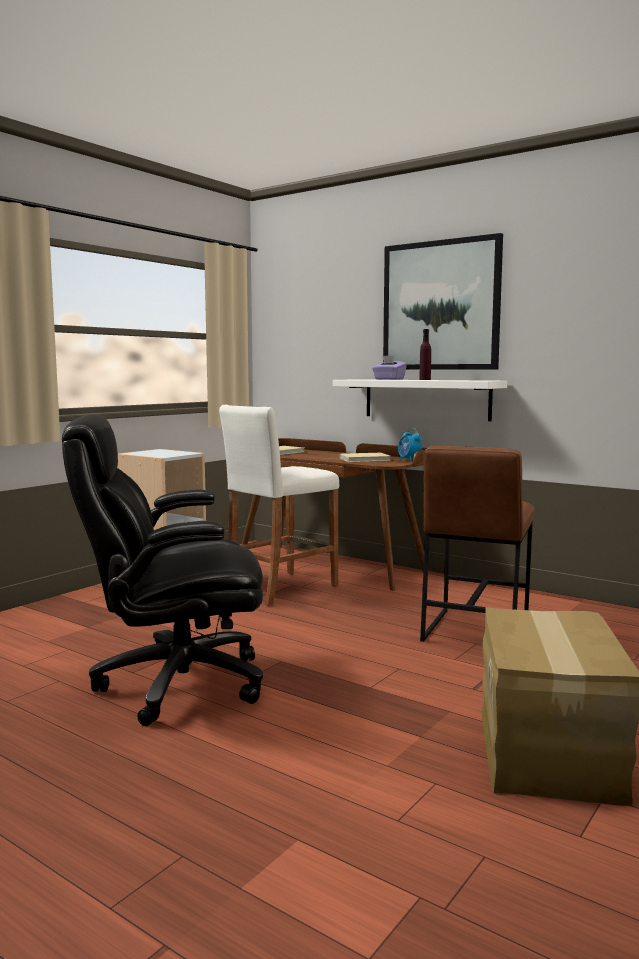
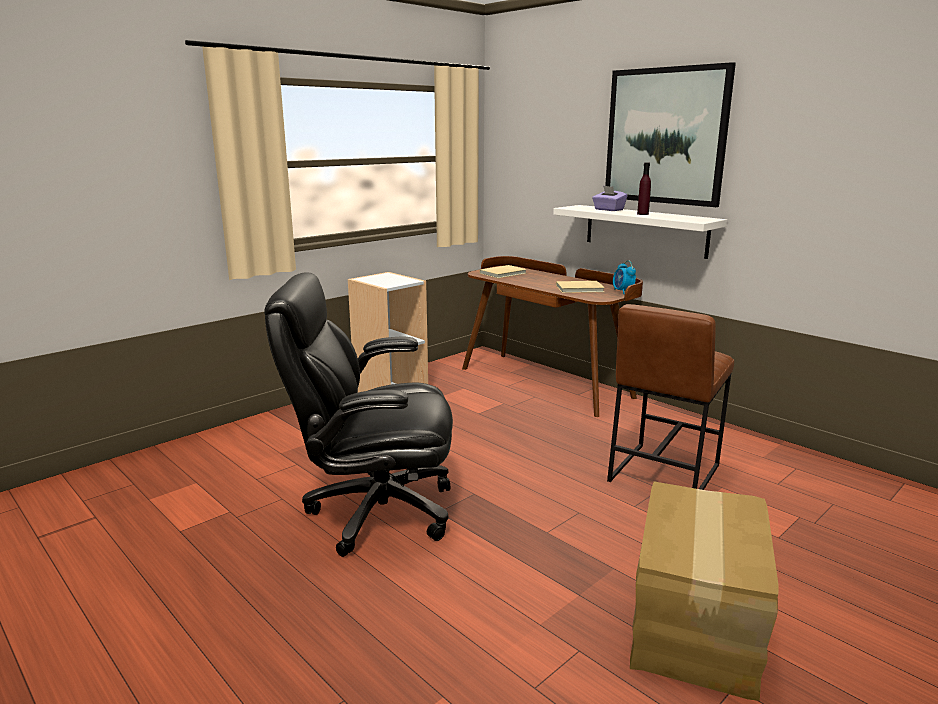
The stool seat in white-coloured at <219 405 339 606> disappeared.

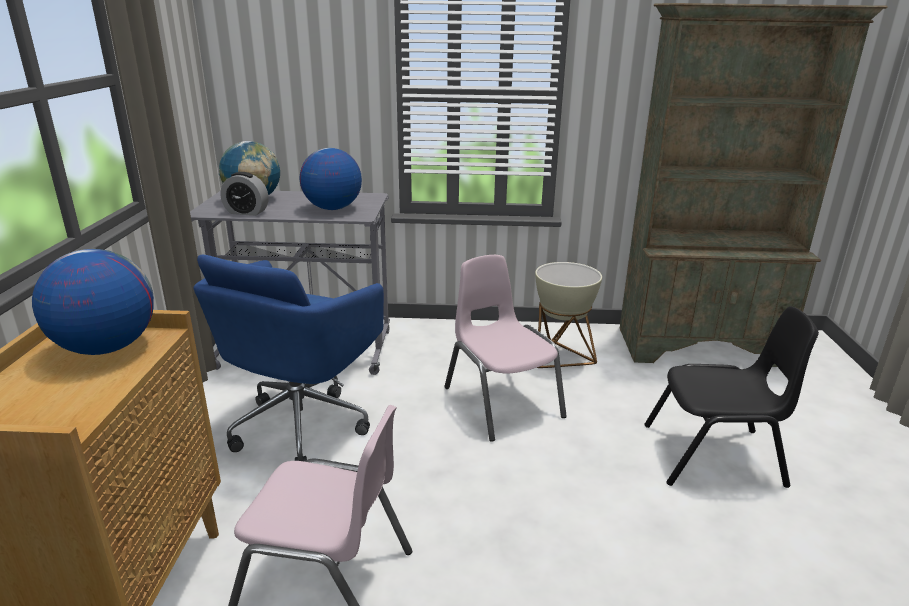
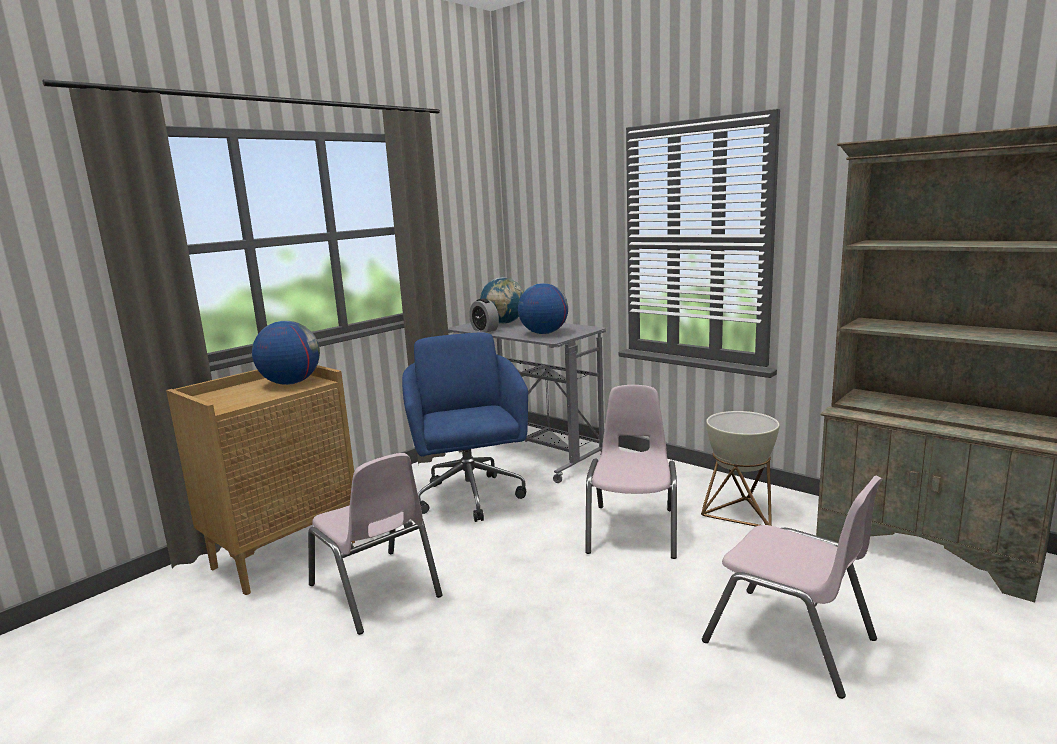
The office chair in bluish at <194 255 384 461> turned 105 degrees clockwise.
The upright chair in blackish at <644 306 819 488> became the upright chair in pink at <702 475 882 699>.

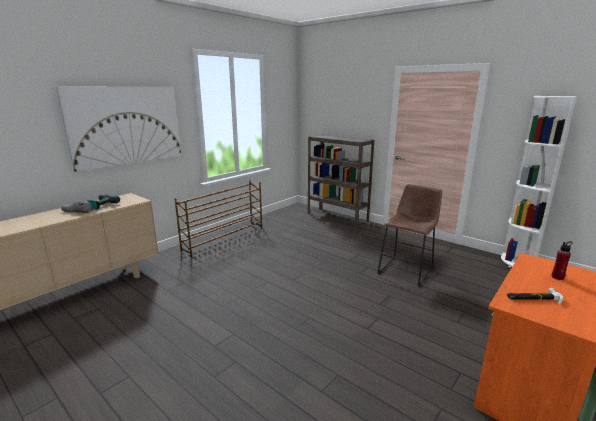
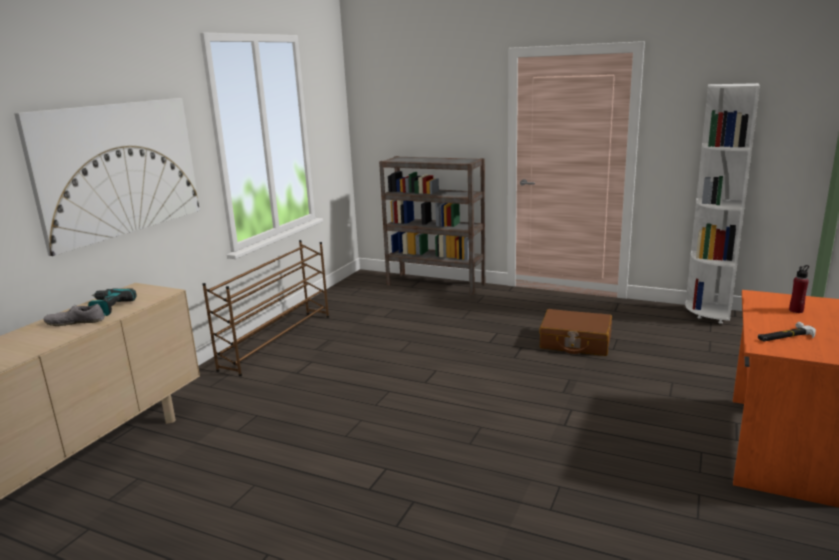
The stool seat in brown-coloured at <378 184 442 287> was replaced by the piece of luggage in brown-coloured at <539 309 612 356>.

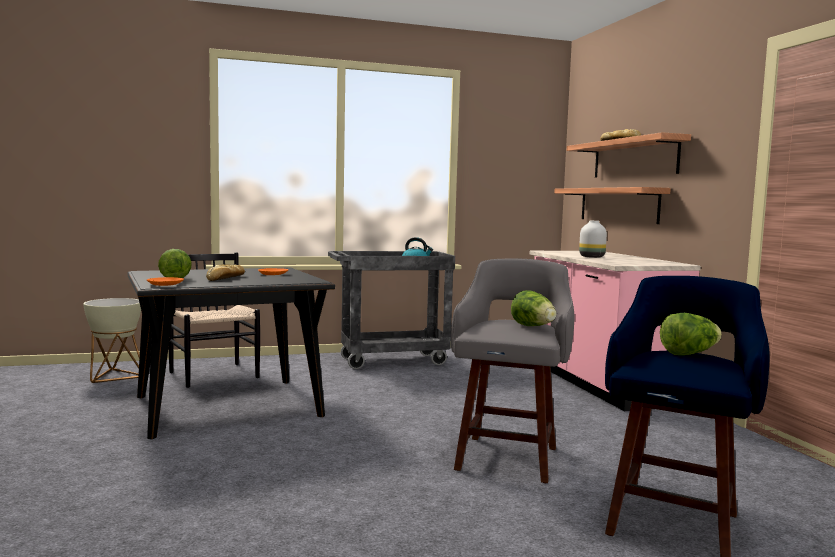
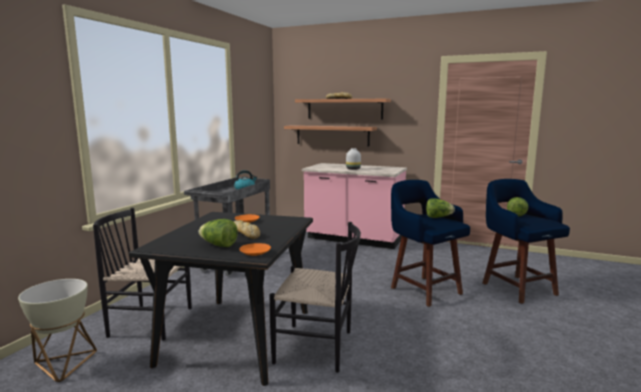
The stool seat in grey at <451 258 574 483> became the stool seat in bluish at <391 180 470 307>.
The upright chair in blackish at <270 222 361 373> appeared.

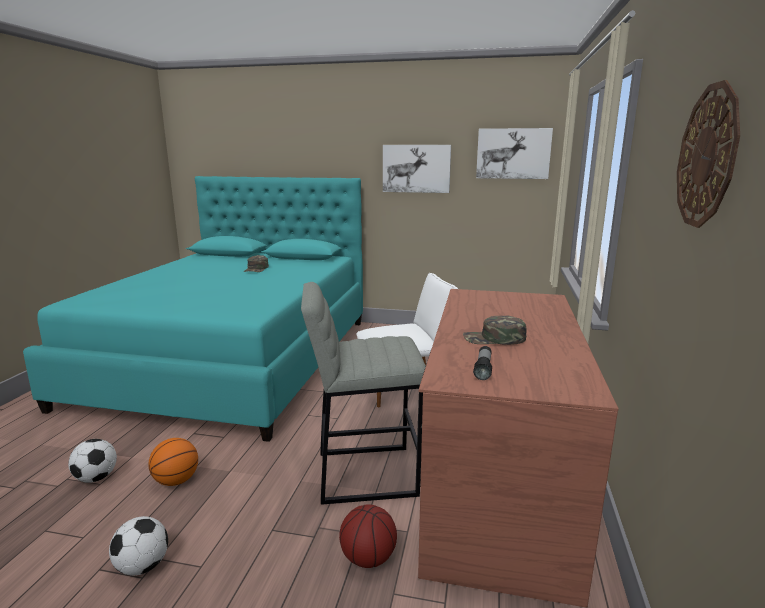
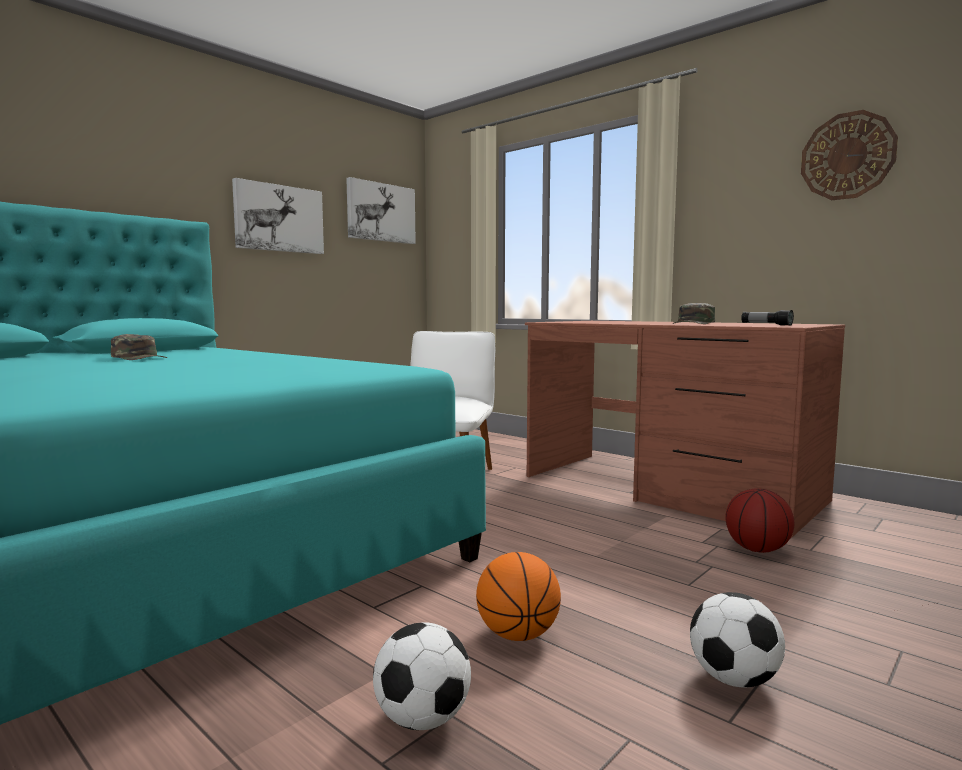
The stool seat in grey at <301 282 426 505> disappeared.

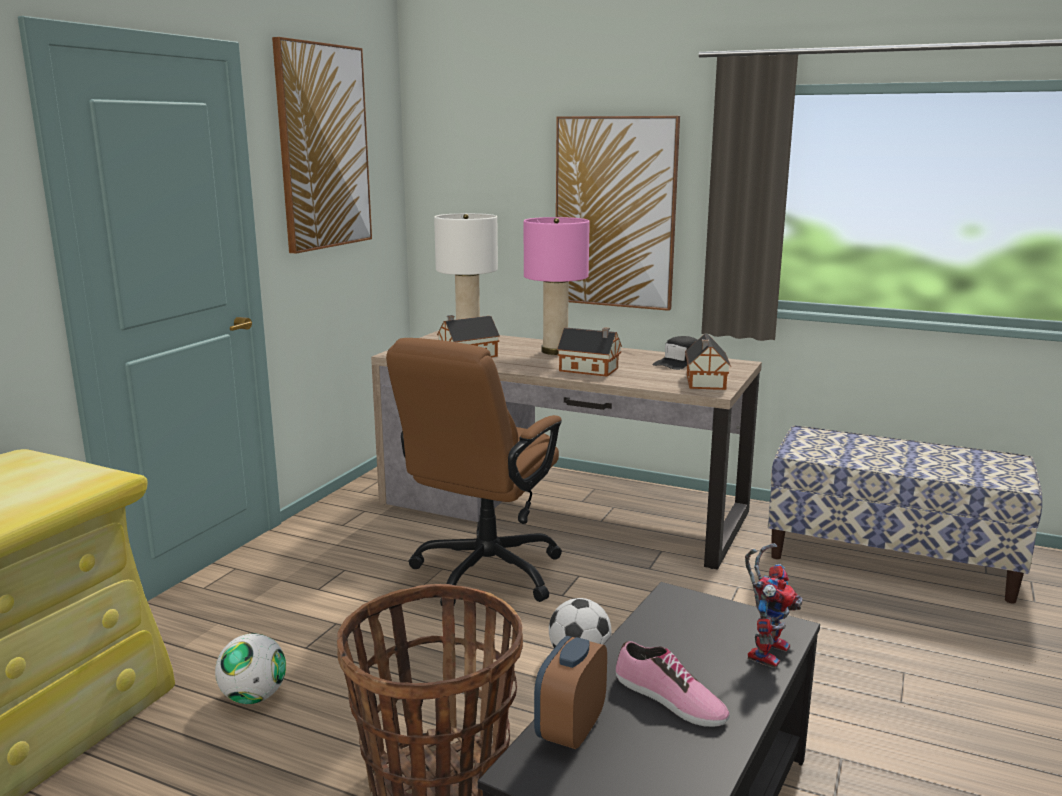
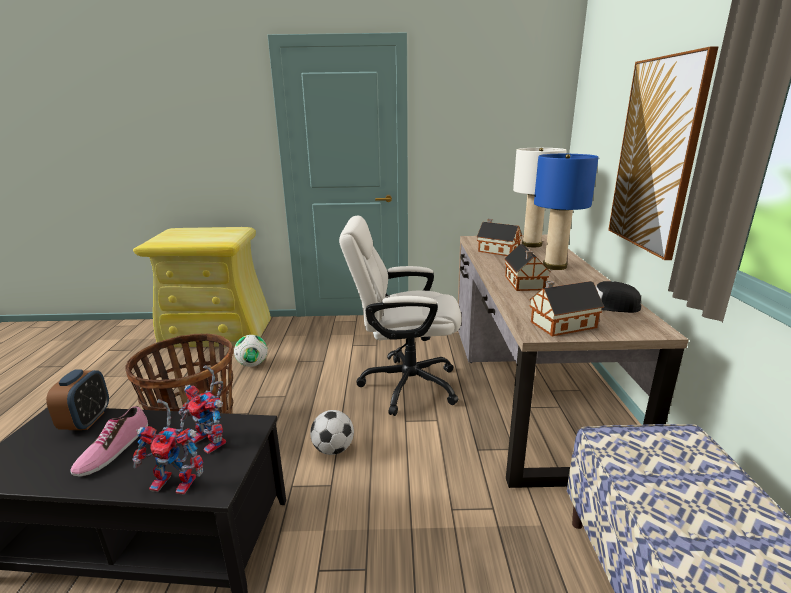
The picture at <272 37 372 254> disappeared.
The office chair in brown-coloured at <386 338 562 606> became the office chair in white-coloured at <339 216 462 416>.
The table lamp in pink at <524 217 590 355> became the table lamp in bluish at <534 154 599 270>.
The table clock at <534 636 607 749> turned 90 degrees clockwise.
The model robot at <179 365 226 454> appeared.

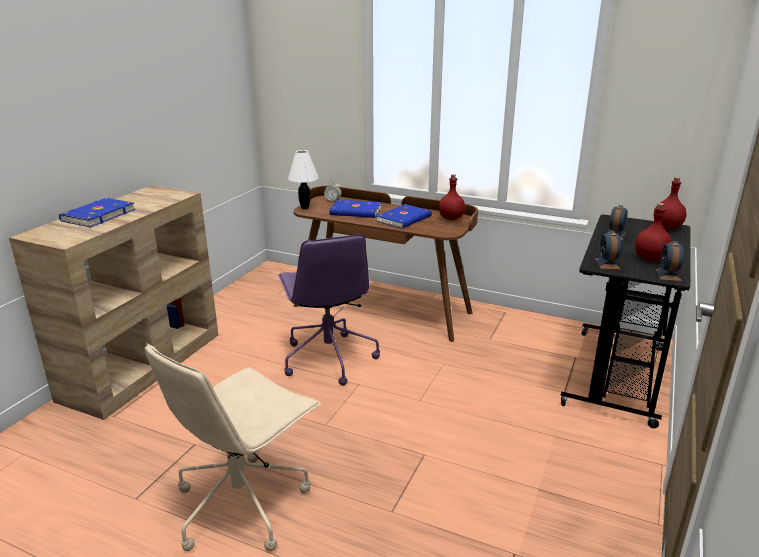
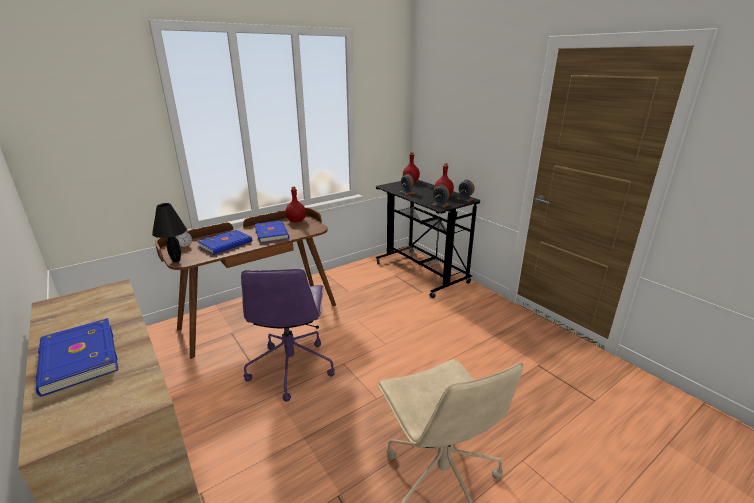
The office chair in purple-coloured at <278 234 380 385> turned 75 degrees clockwise.
The table lamp in white-coloured at <288 150 319 209> became the table lamp in blackish at <152 203 187 262>.

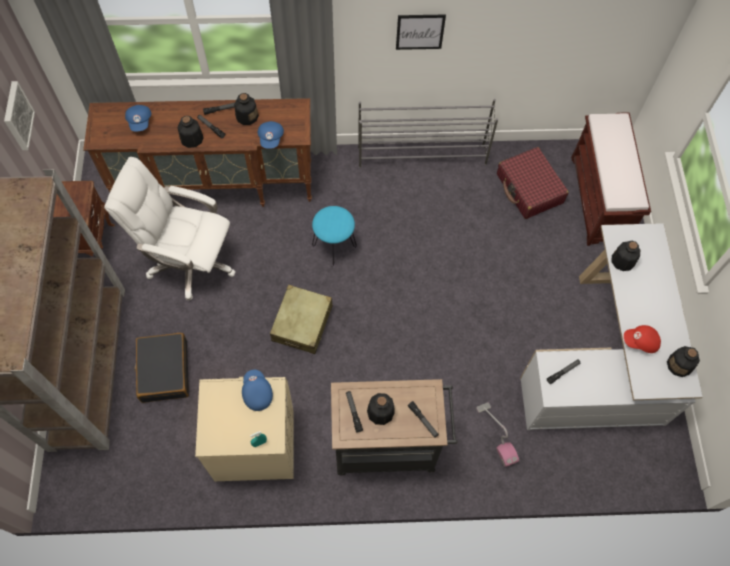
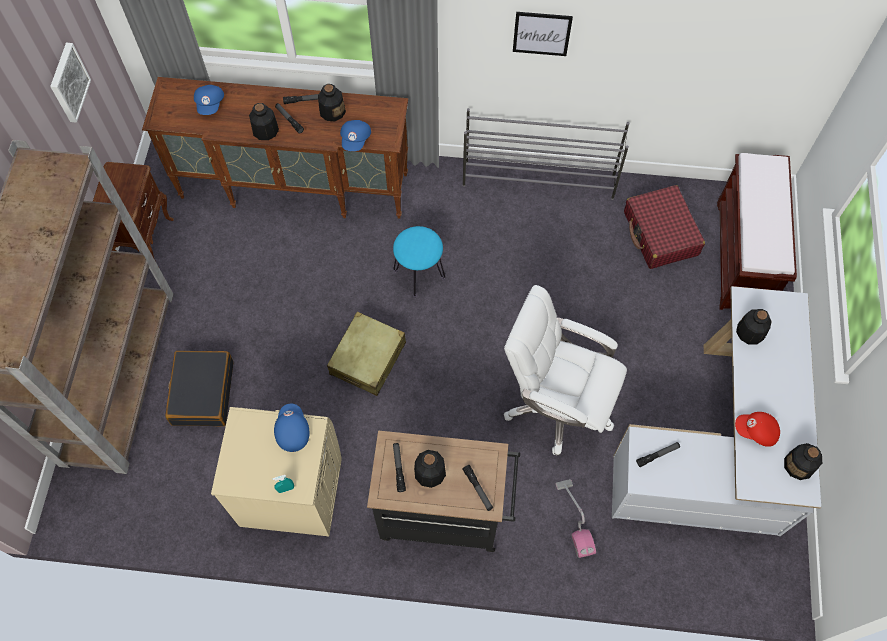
The office chair in white-coloured moved from <104 157 236 300> to <504 285 627 456>.

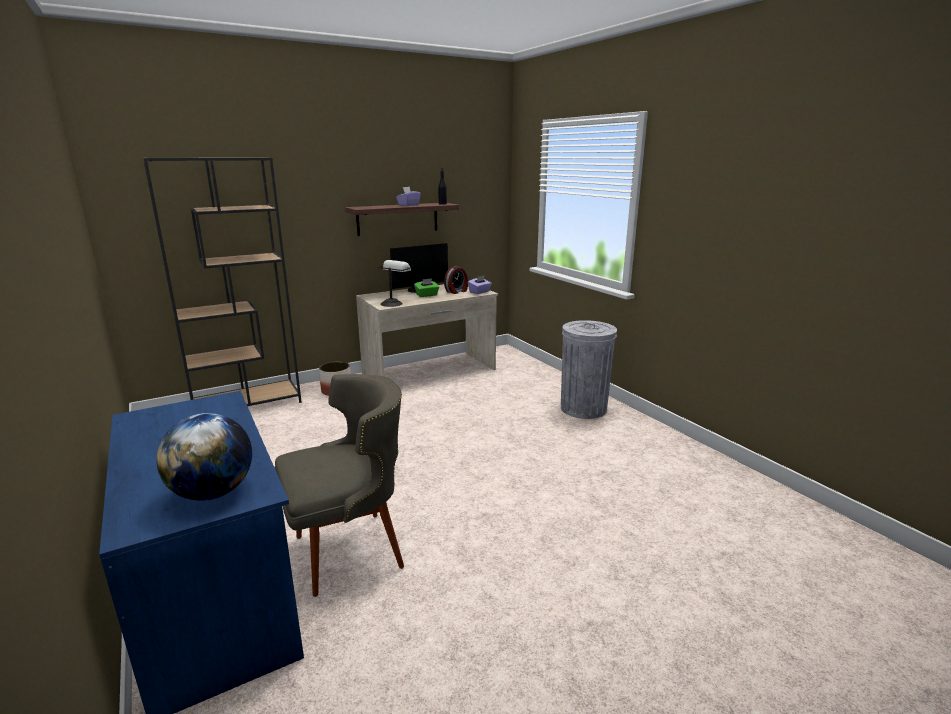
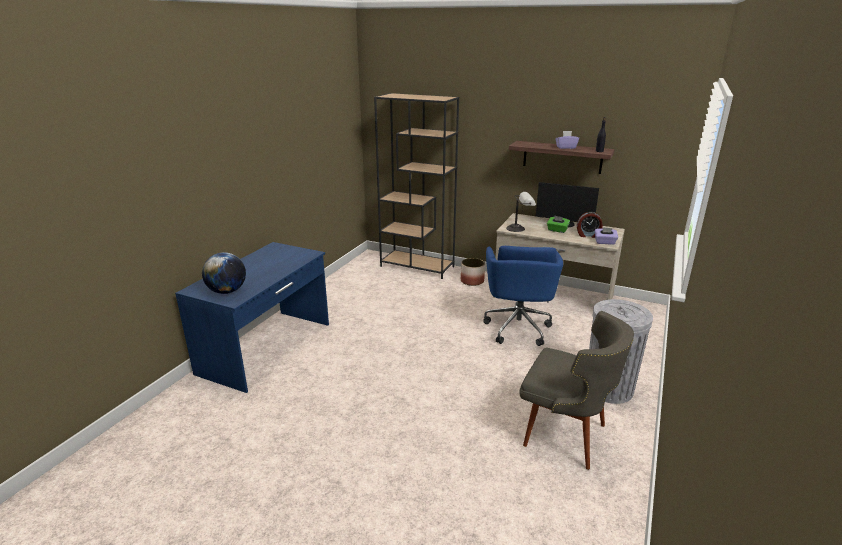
The upright chair in grey moved from <274 374 404 597> to <519 311 634 470>.
The office chair in bluish at <483 246 563 346> appeared.

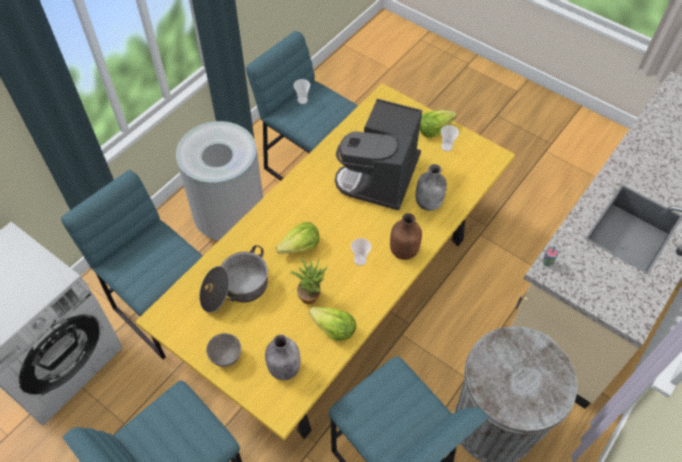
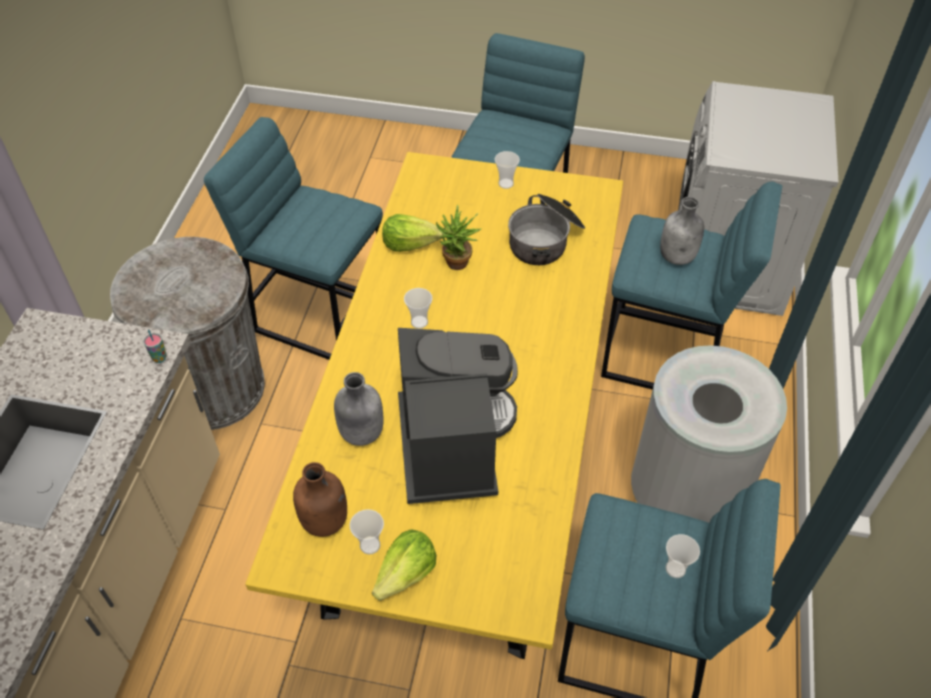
The deep dish in grey at <206 333 241 367> was replaced by the drinking cup at <495 151 520 189>.
The beverage bottle in grey moved from <265 335 301 380> to <660 197 704 265>.
The lettuce head at <276 222 320 254> disappeared.
The beverage bottle in brown-coloured moved from <390 213 422 260> to <293 462 347 537>.

